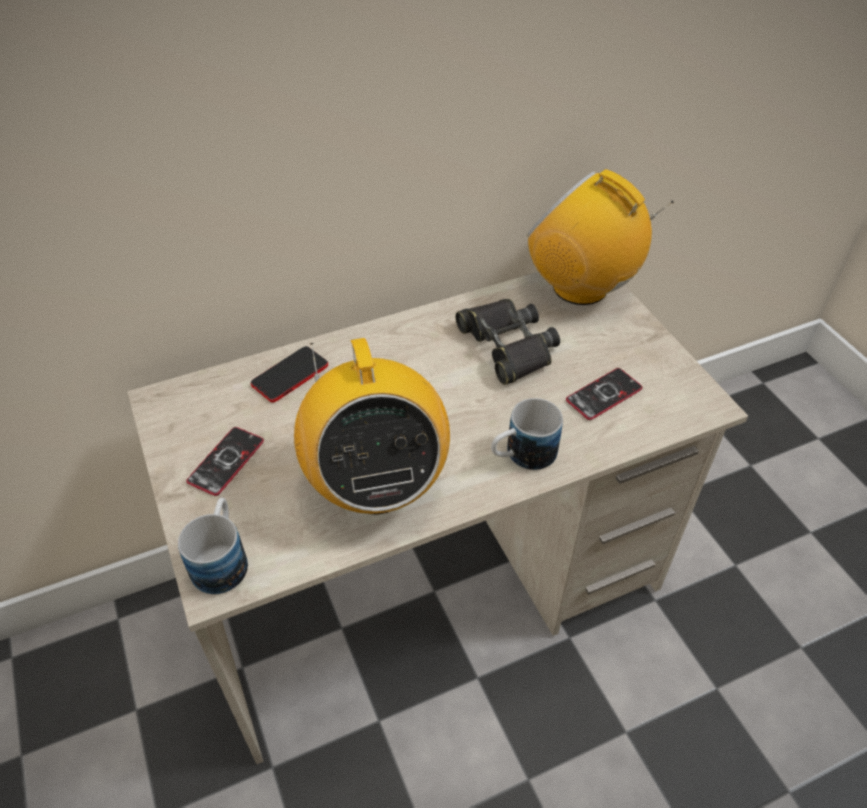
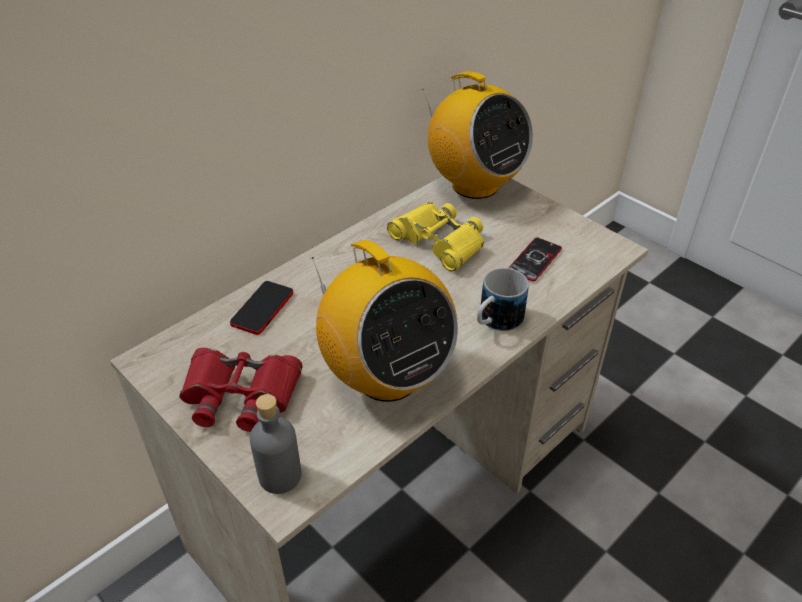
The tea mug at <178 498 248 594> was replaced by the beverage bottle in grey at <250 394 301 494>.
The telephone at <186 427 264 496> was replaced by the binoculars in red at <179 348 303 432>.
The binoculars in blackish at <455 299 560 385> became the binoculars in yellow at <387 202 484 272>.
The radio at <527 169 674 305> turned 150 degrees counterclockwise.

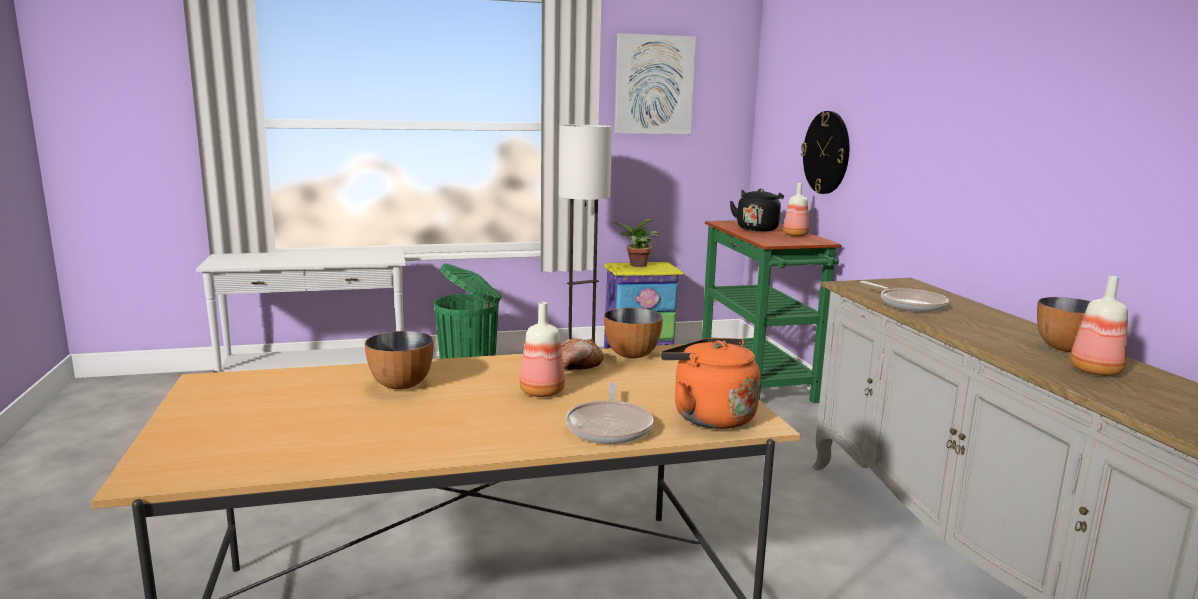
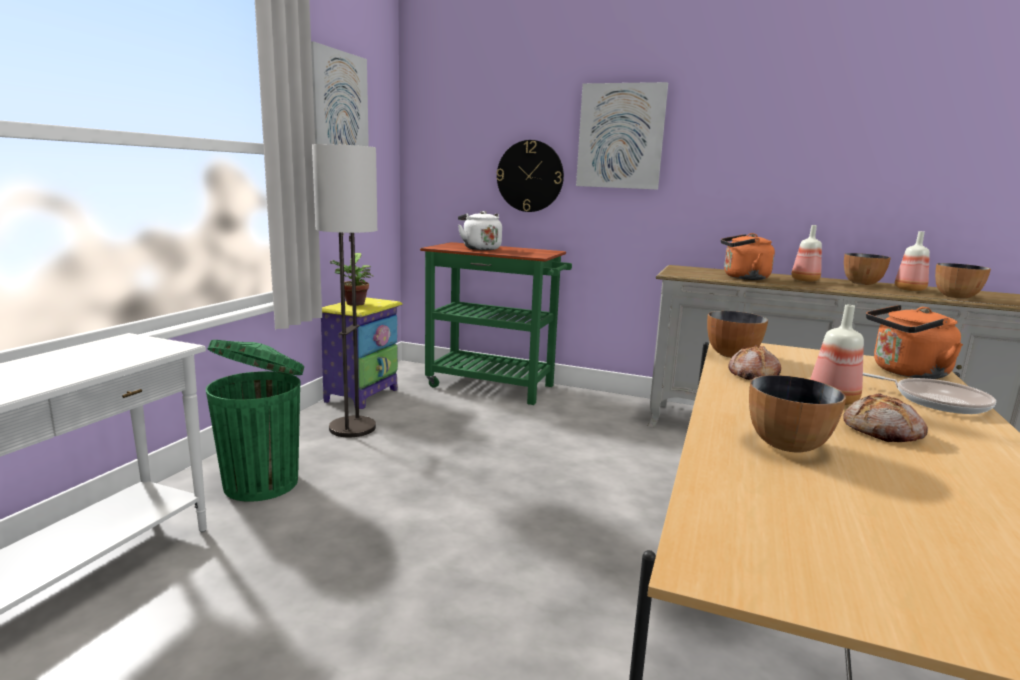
The kettle in blackish at <730 189 784 232> became the kettle in white-coloured at <458 211 502 250>.
The beverage bottle moved from <783 183 809 236> to <791 225 822 282>.
The skillet at <860 281 949 312> was replaced by the kettle in orange-coloured at <721 233 775 280>.
The picture at <576 82 668 190> appeared.
The bakery bread at <843 393 928 442> appeared.
The deep dish at <935 263 991 299> appeared.

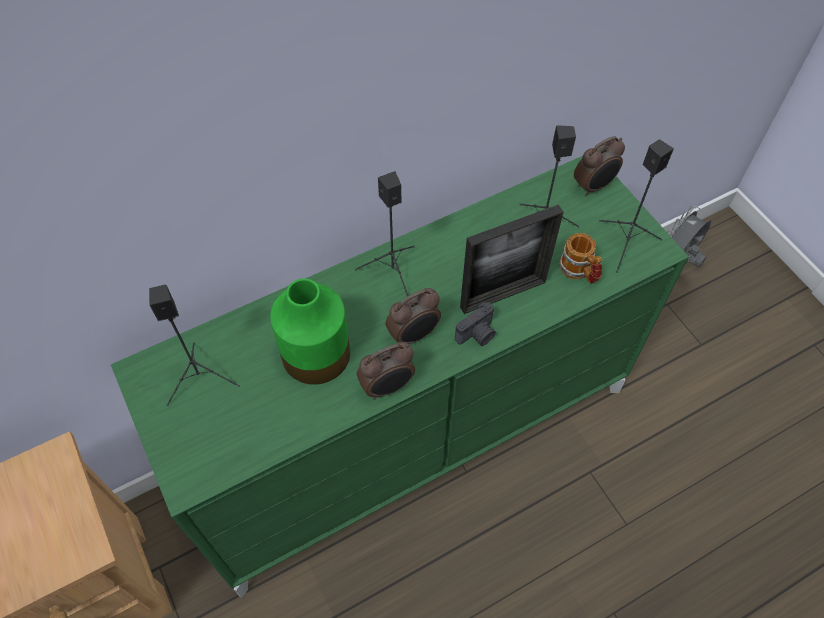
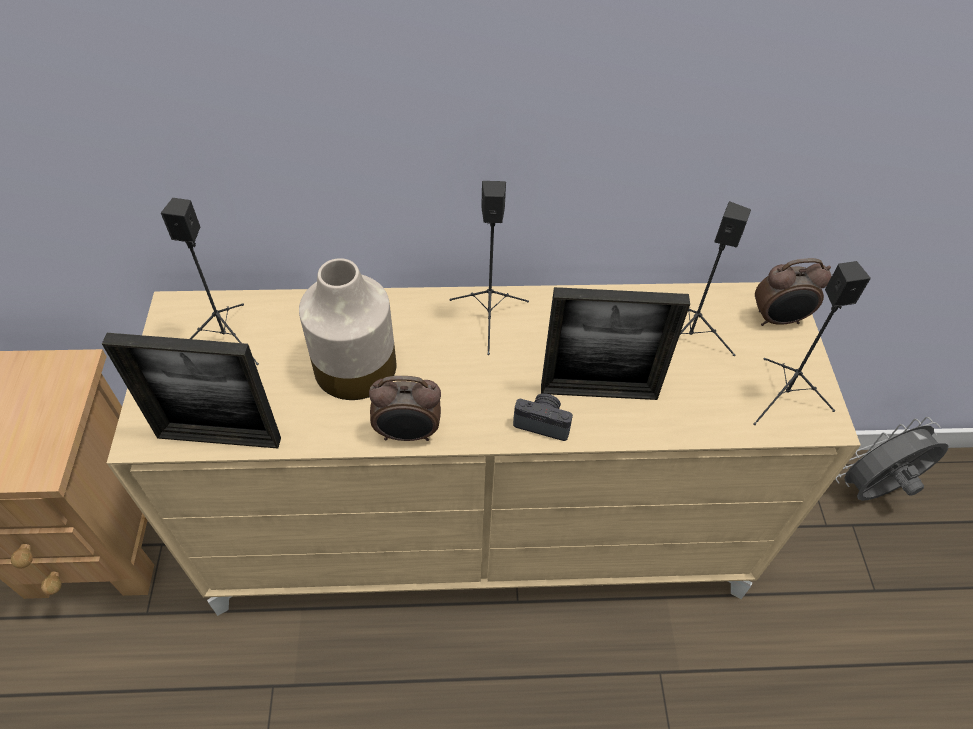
The drawer chest in green at <111 156 689 598> became the drawer chest in sand-coloured at <107 282 861 616>.
The flower vase in green at <270 278 350 385> became the flower vase in sand-coloured at <299 258 396 400>.
The table clock at <385 288 441 344> disappeared.
The still camera at <455 302 496 346> turned 150 degrees counterclockwise.
The tea mug at <559 233 602 283> disappeared.
The picture frame at <102 333 281 448> appeared.

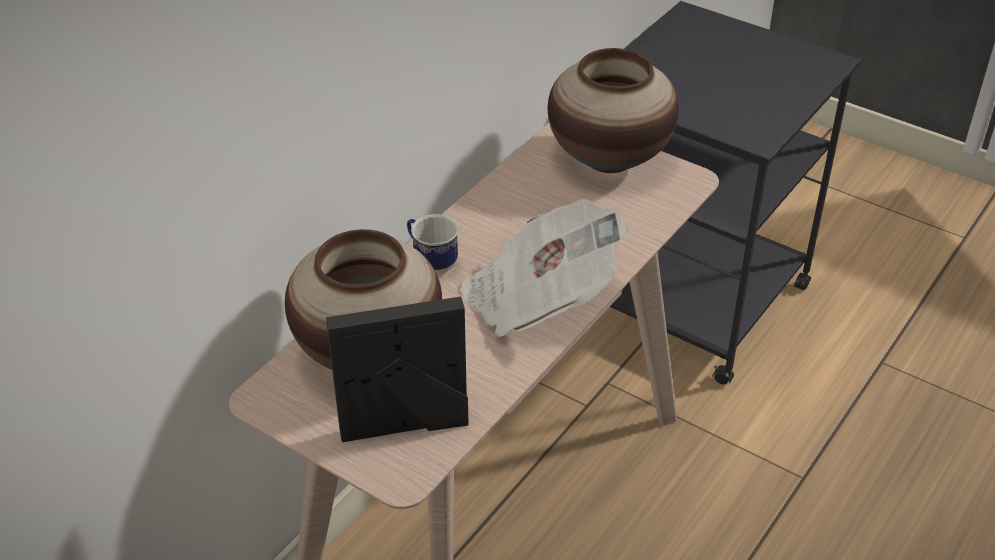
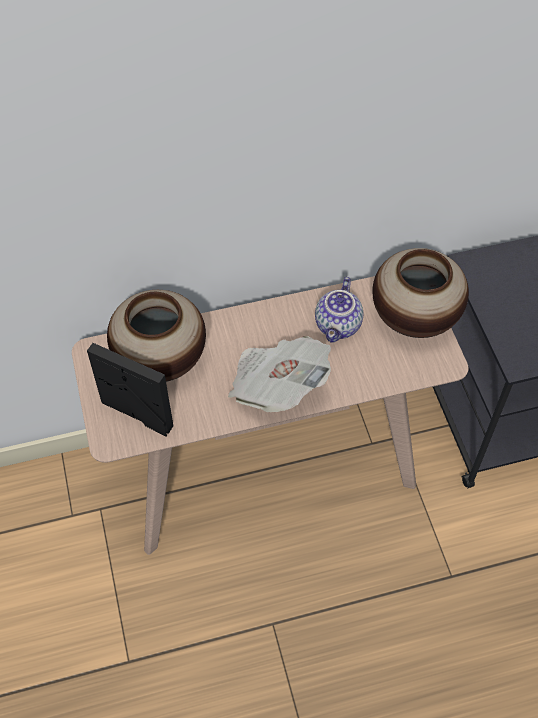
The tea mug at <407 214 459 274> disappeared.
The teapot at <315 277 363 343> appeared.

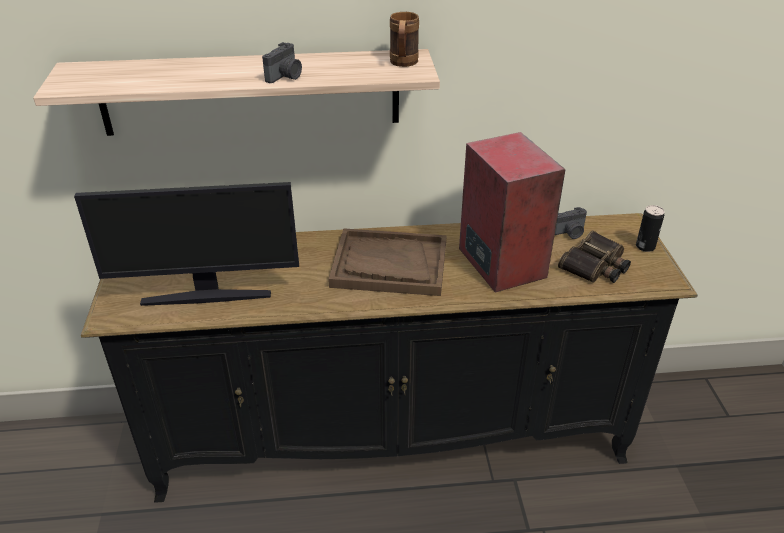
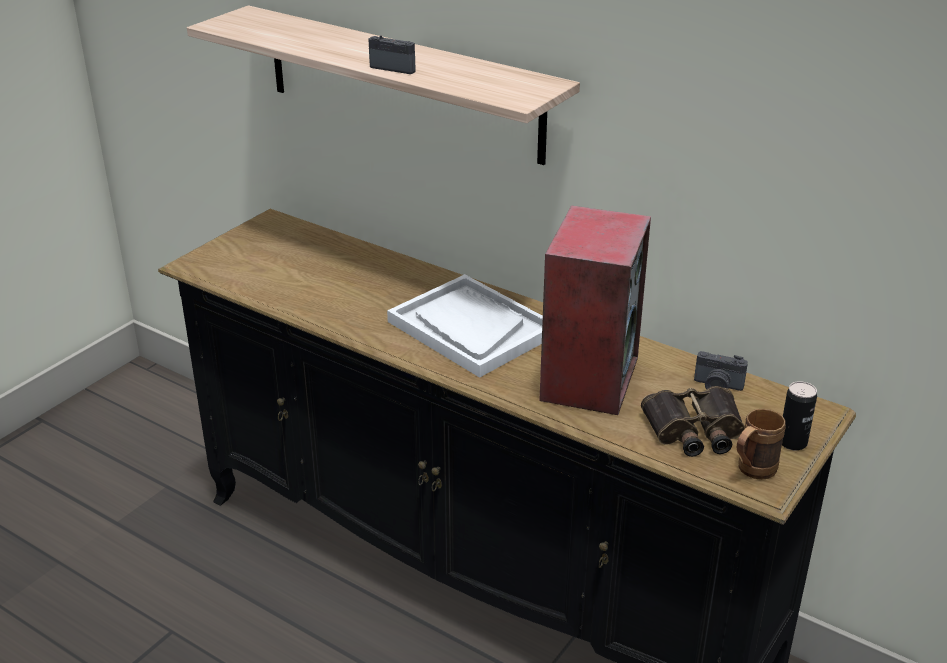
The computer screen at <74 182 299 306> disappeared.
The still camera at <262 42 302 83> turned 135 degrees counterclockwise.
The carrying tray in brown-coloured at <328 228 447 296> became the carrying tray in white-coloured at <387 274 543 378>.
The tea mug in brown-coloured moved from <390 12 419 67> to <737 409 786 480>.

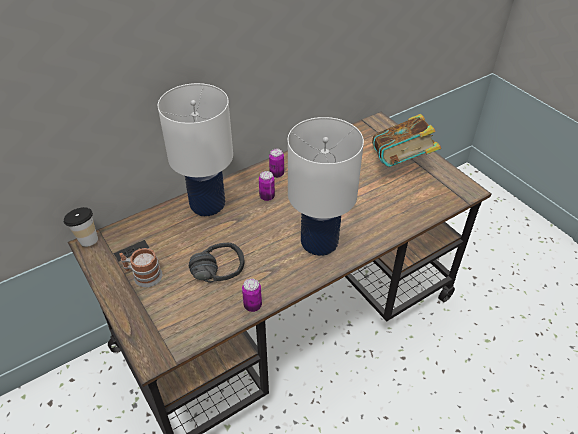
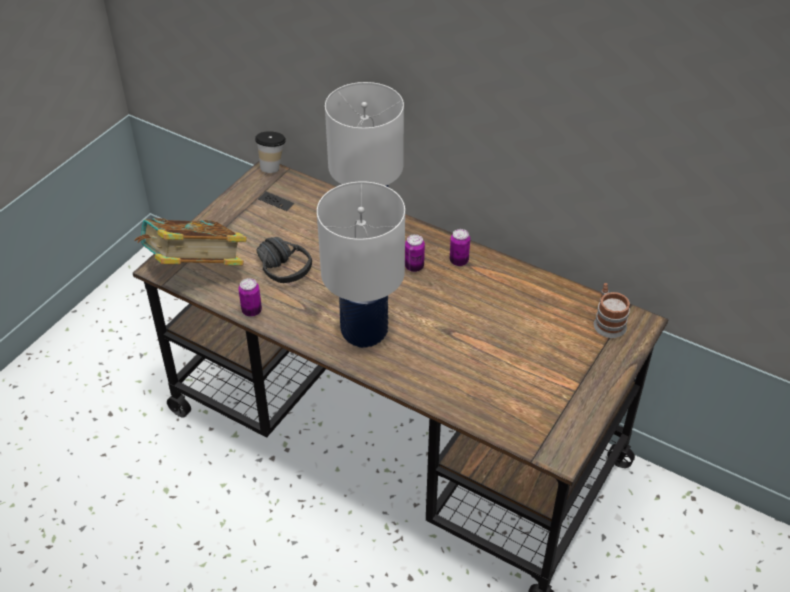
The tea mug moved from <119 248 163 287> to <594 283 630 338>.
The volume moved from <372 114 441 167> to <135 218 247 265>.

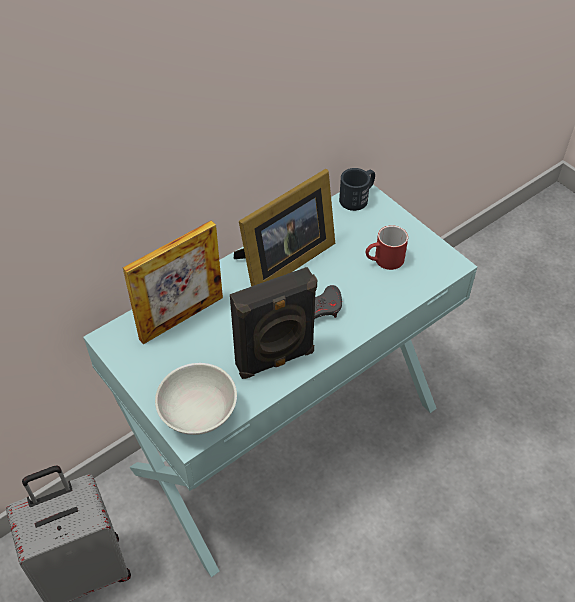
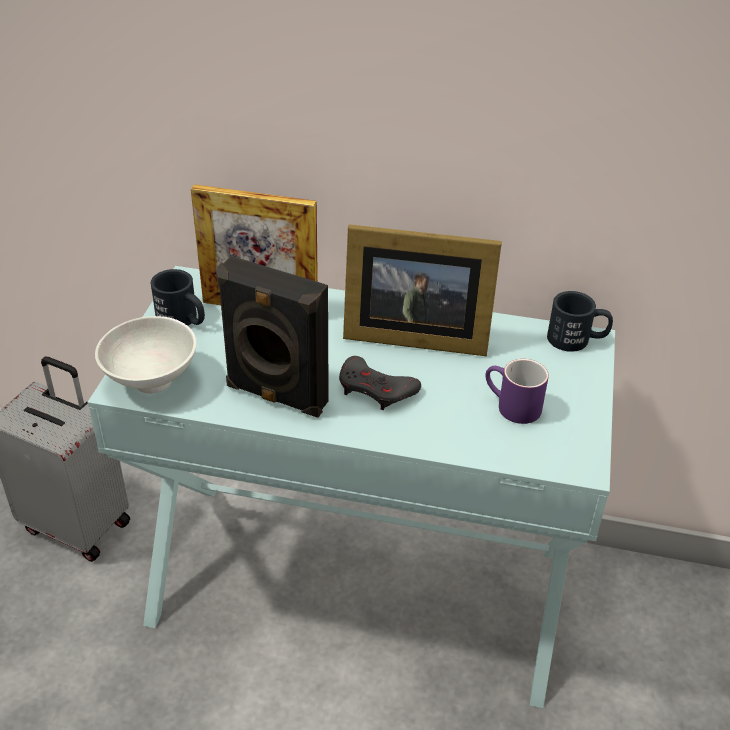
The tea mug in red at <366 225 408 270> became the tea mug in purple-coloured at <485 359 549 424>.
The tea mug in blackish at <151 269 205 326> appeared.

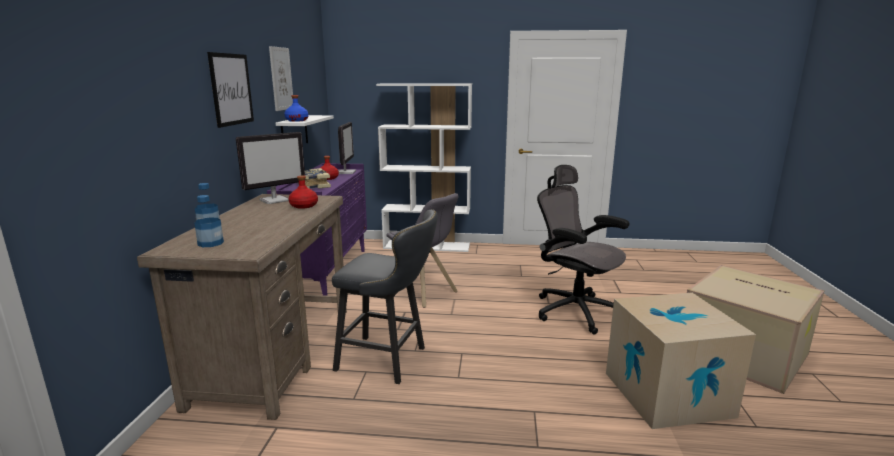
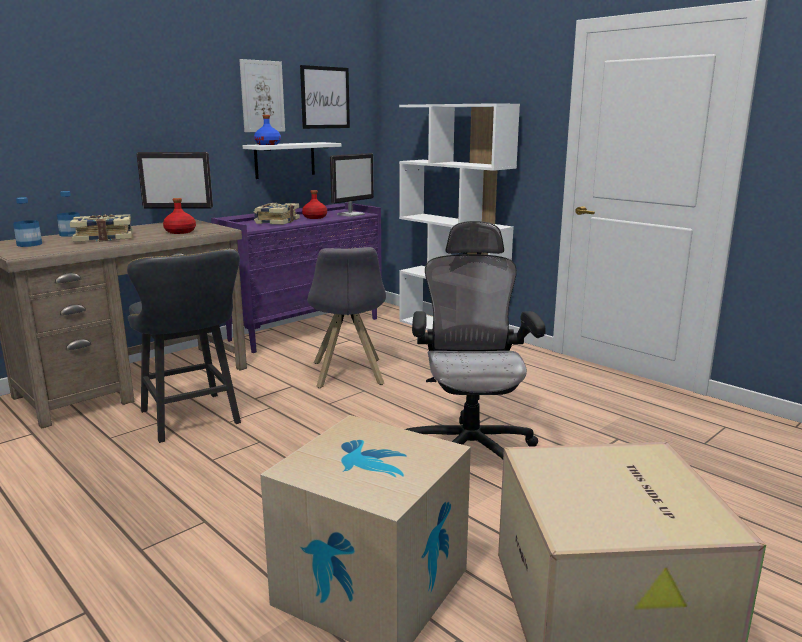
The picture moved from <207 52 254 128> to <300 65 350 129>.
The volume at <70 214 132 242> appeared.

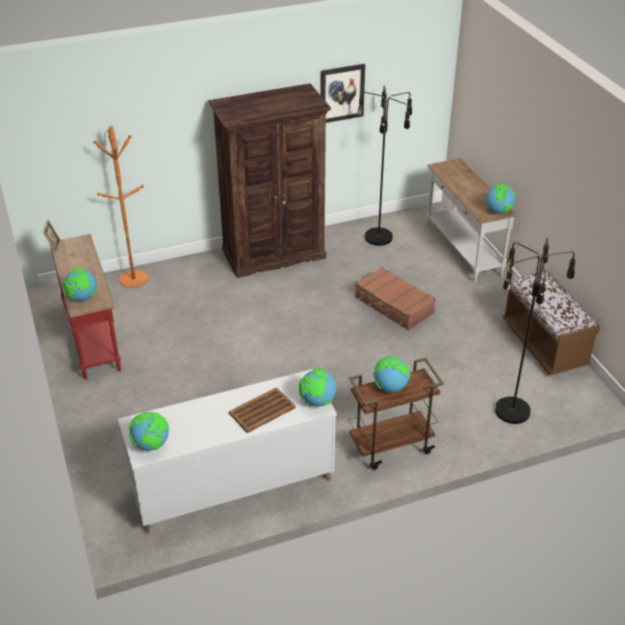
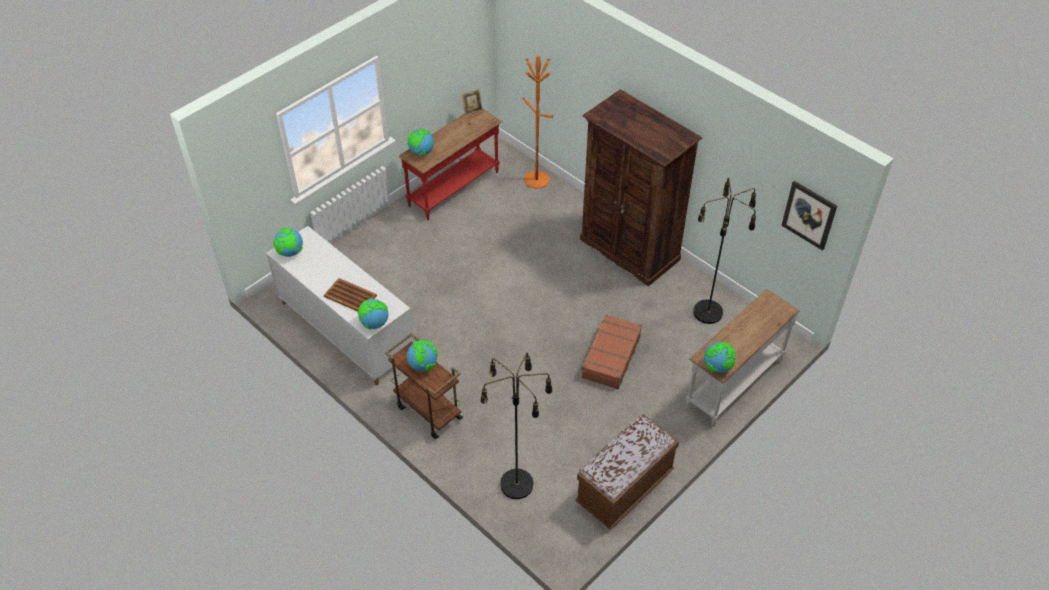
The picture moved from <321 64 365 123> to <781 181 837 251>.

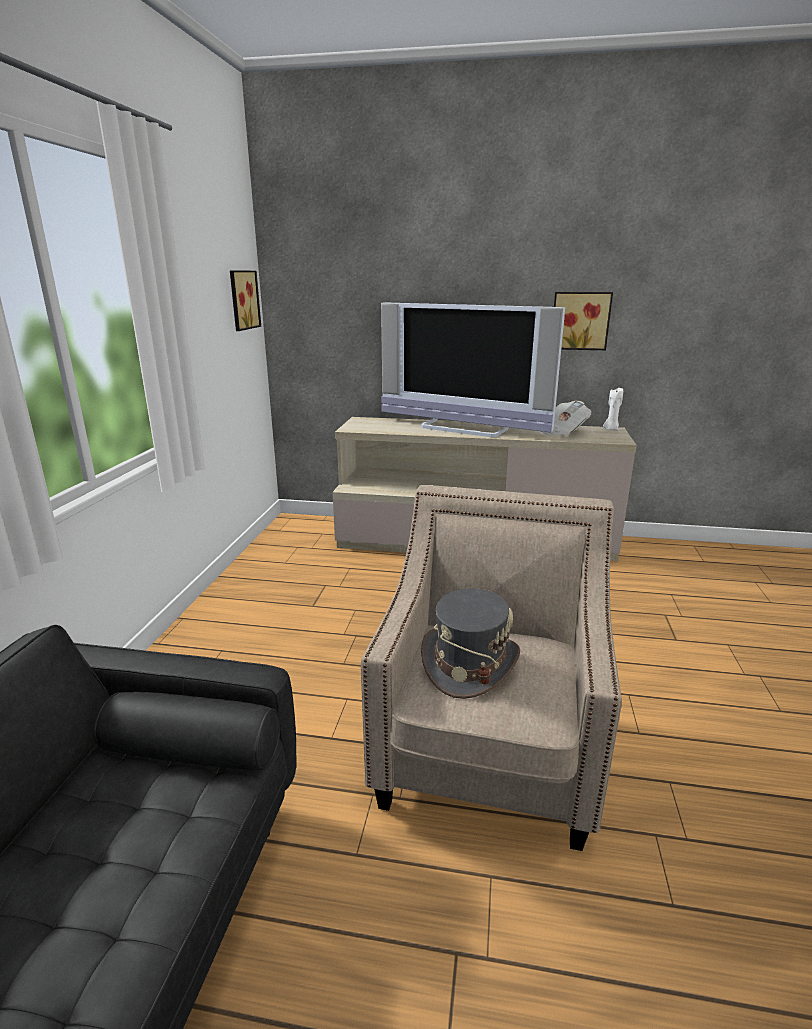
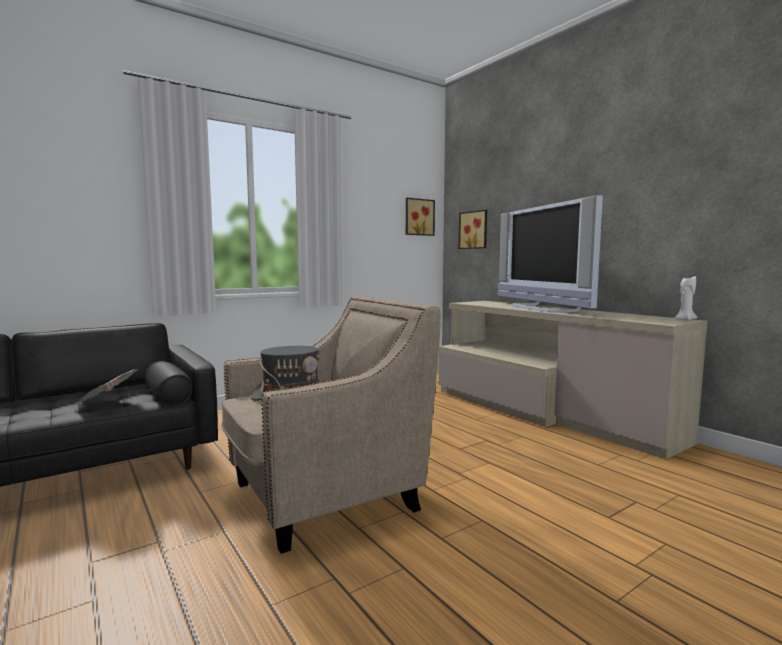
The printed paper moved from <540 401 591 436> to <72 369 138 405>.
The picture moved from <554 292 613 350> to <459 210 487 249>.

